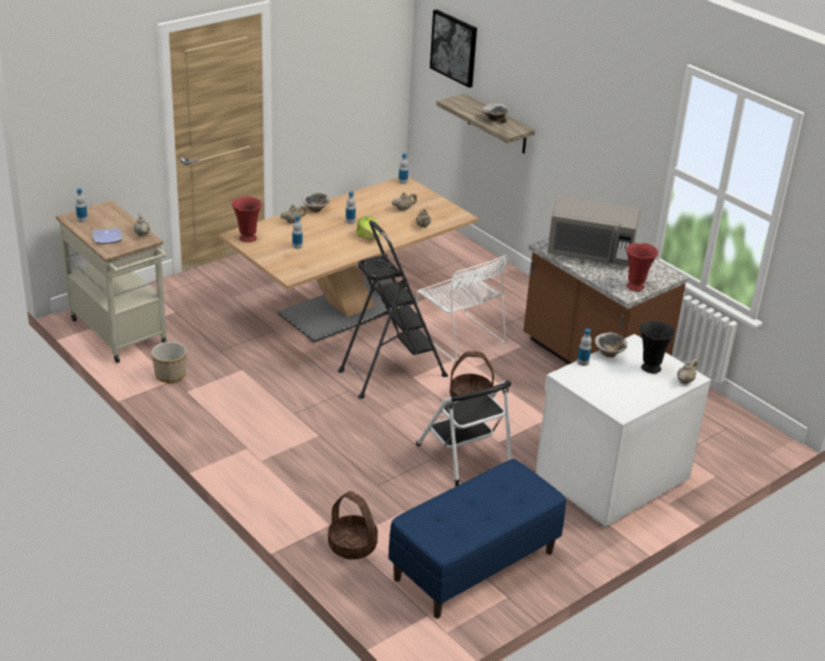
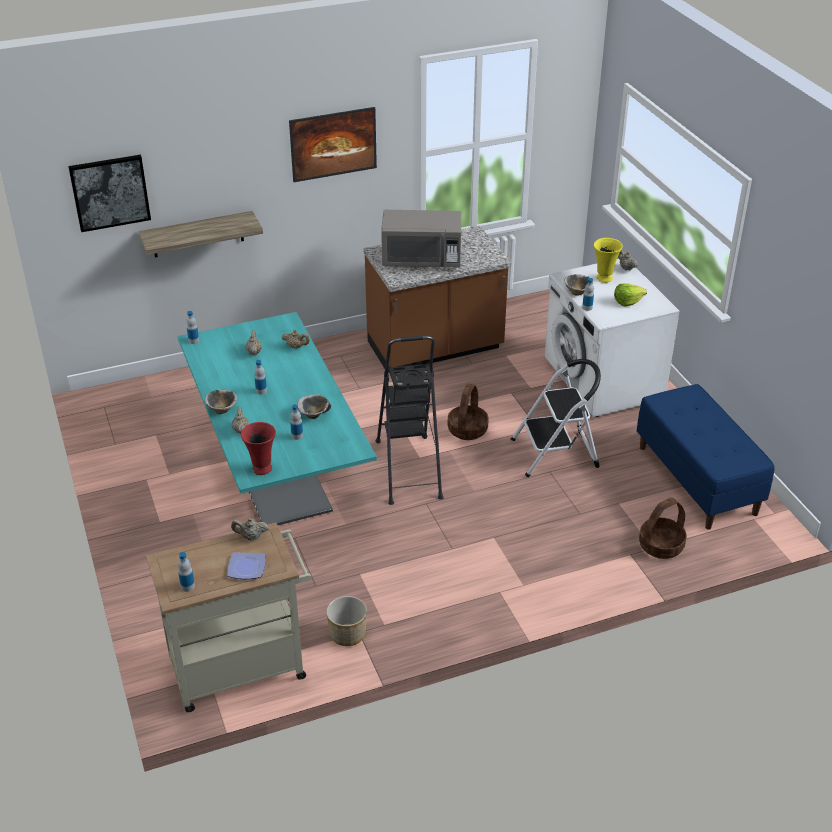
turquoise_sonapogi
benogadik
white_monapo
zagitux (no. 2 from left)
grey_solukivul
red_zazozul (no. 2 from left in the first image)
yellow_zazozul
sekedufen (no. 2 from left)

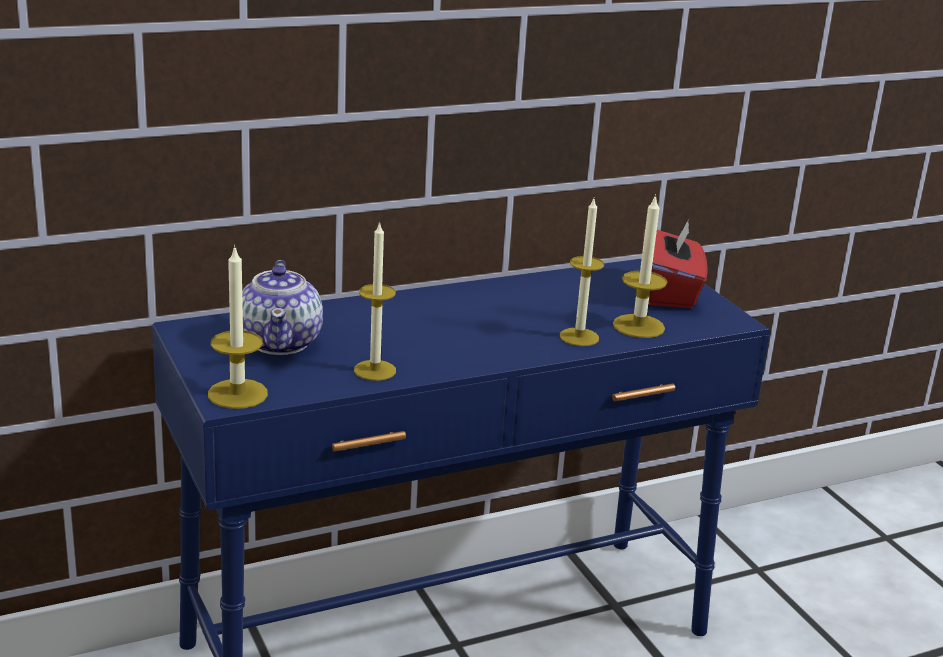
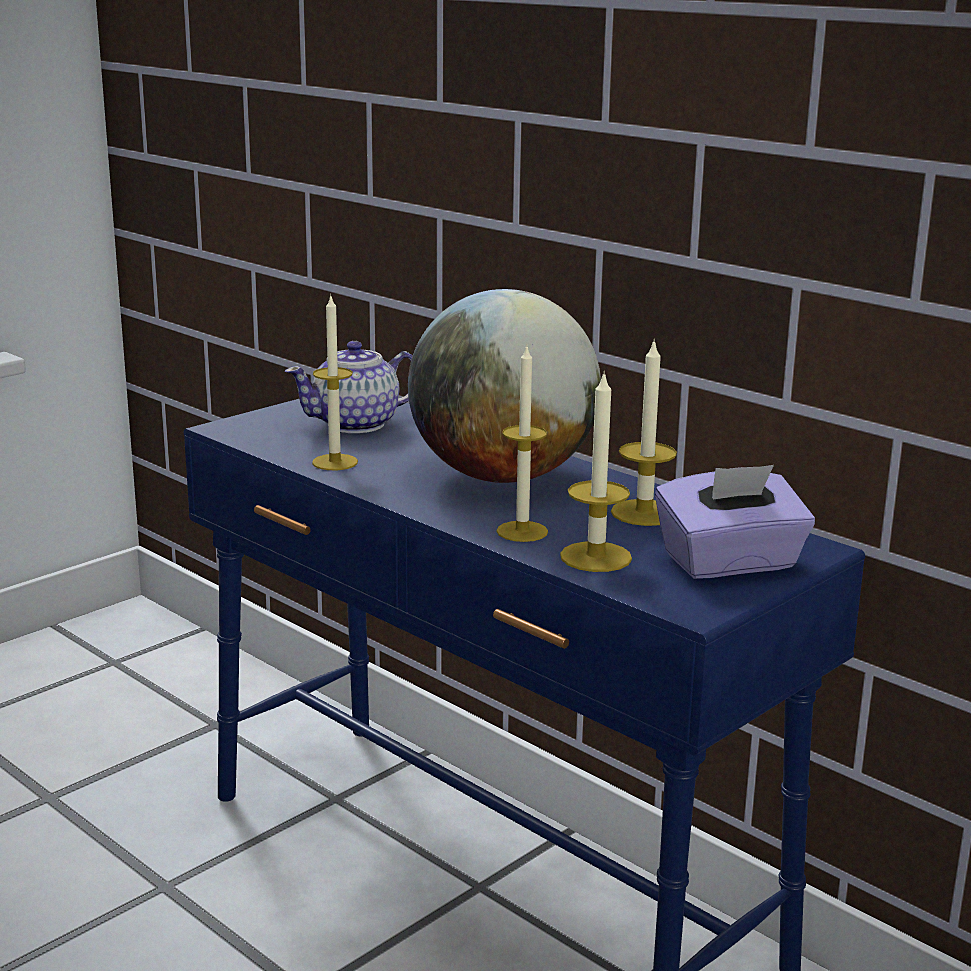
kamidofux (no. 4 from left)
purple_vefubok
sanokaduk

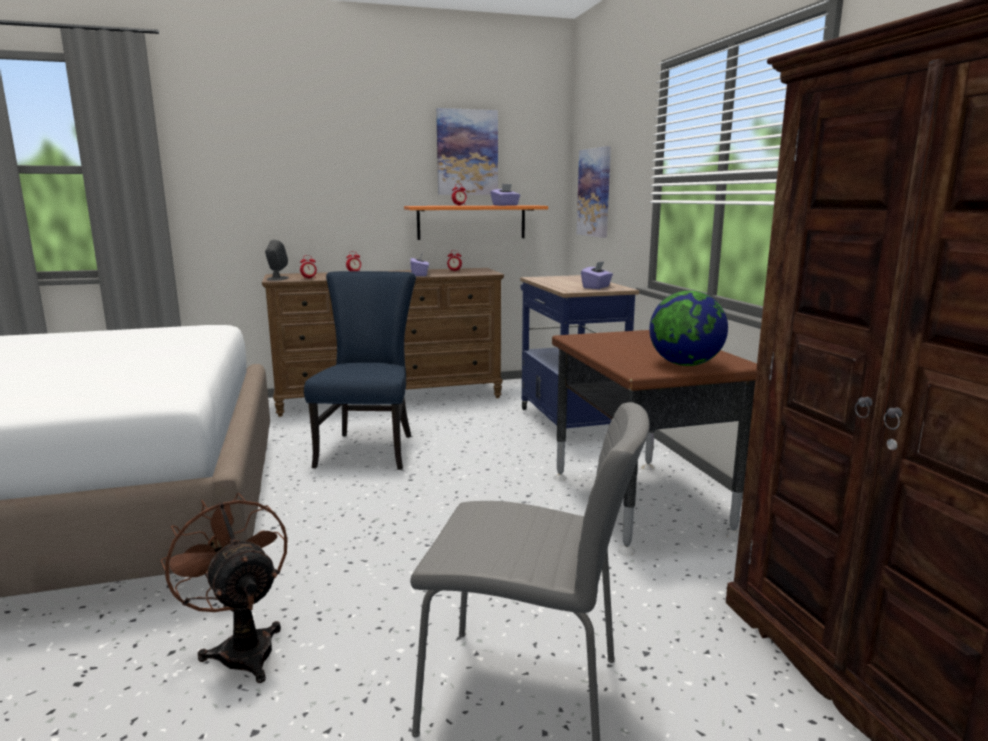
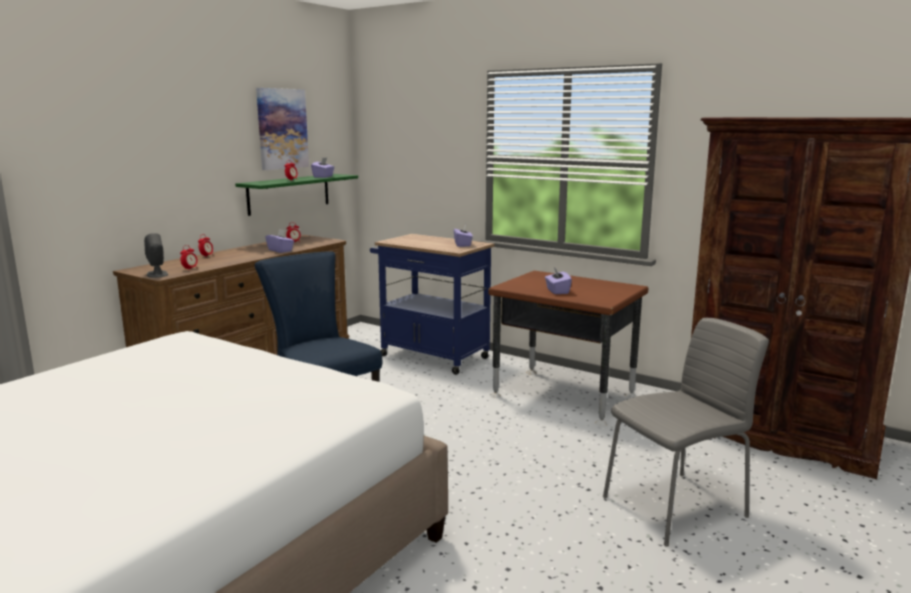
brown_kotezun
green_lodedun
sekedufen (no. 2 from left in the first image)
sanokaduk
purple_vefubok (no. 4 from left)

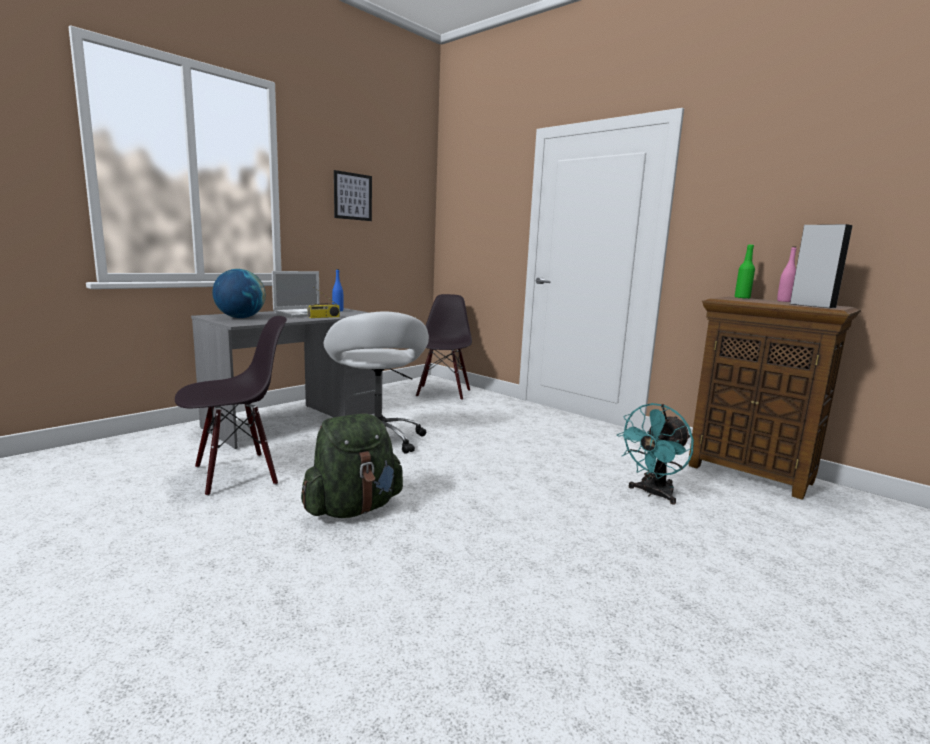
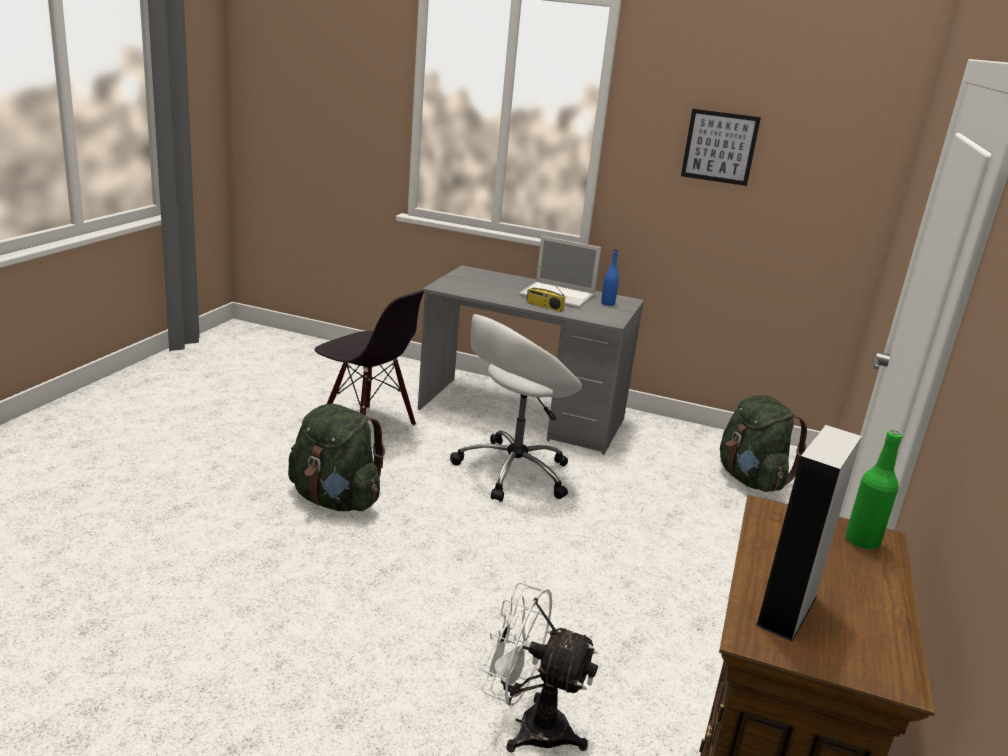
sanokaduk
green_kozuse (no. 2 from left)
white_kotezun
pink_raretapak

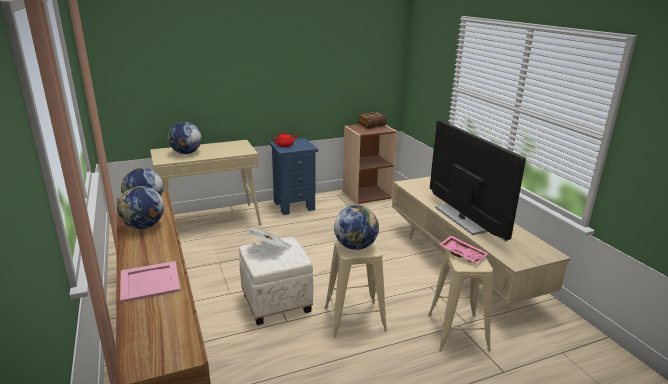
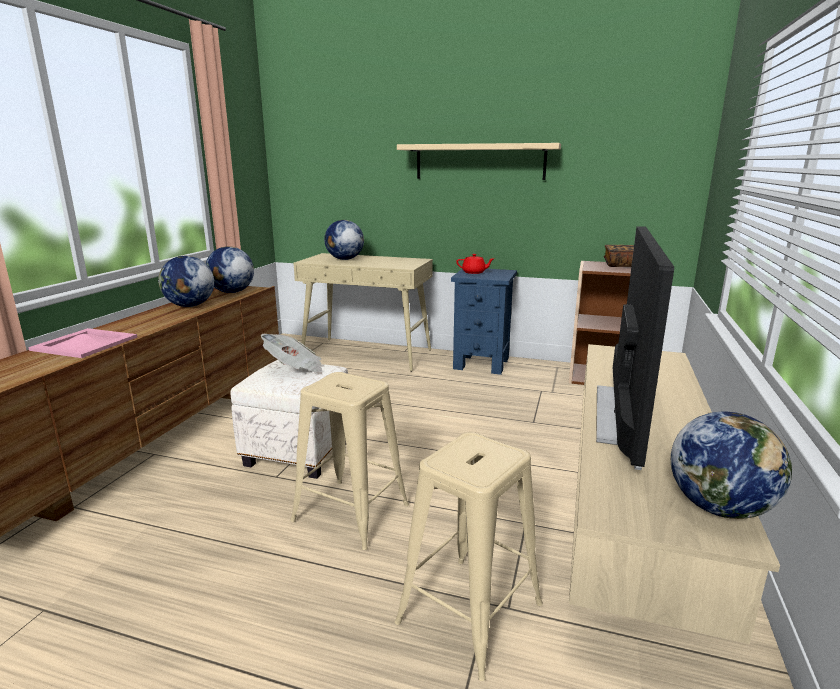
sanokaduk (no. 4 from left)
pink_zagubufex (no. 2 from left in the first image)
beige_lodedun

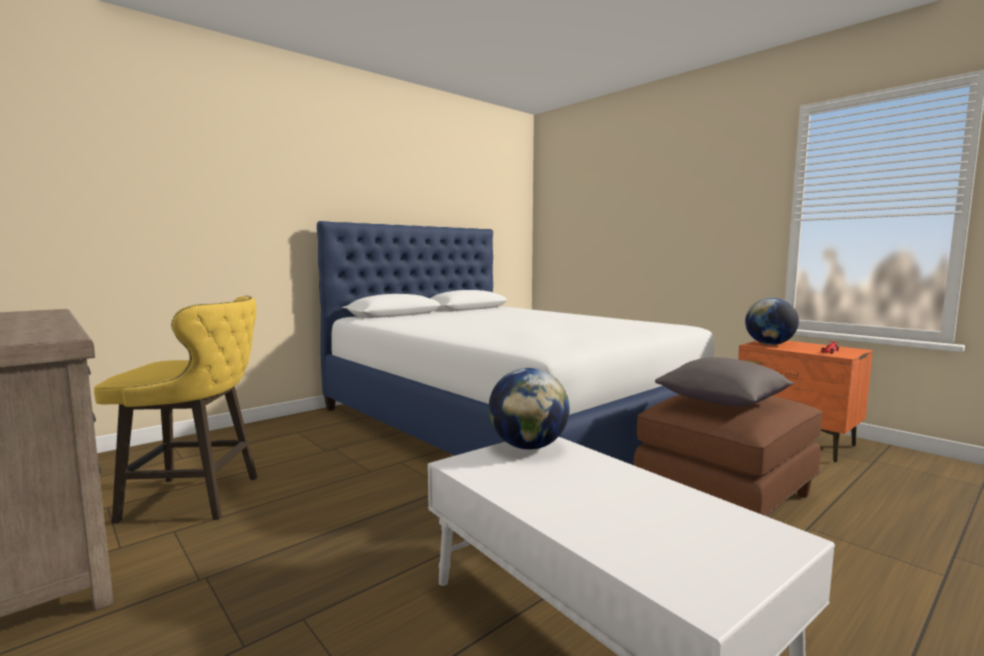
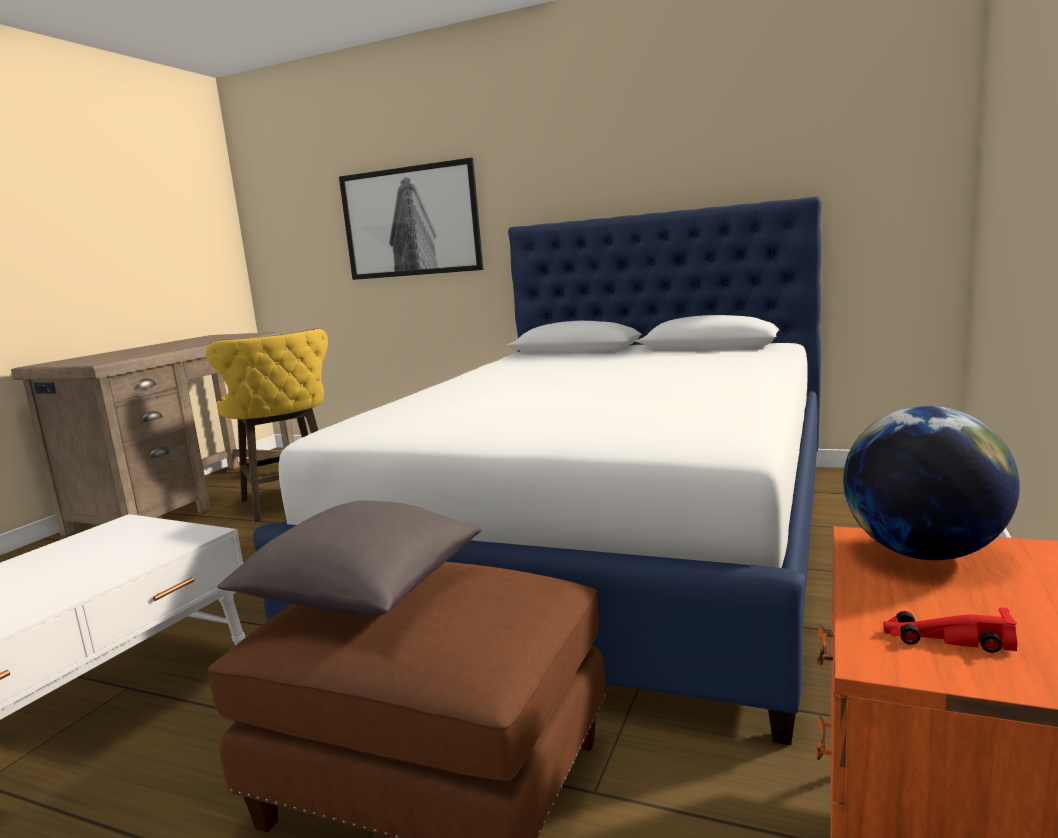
sanokaduk (no. 1 from left in the first image)
sekedufen

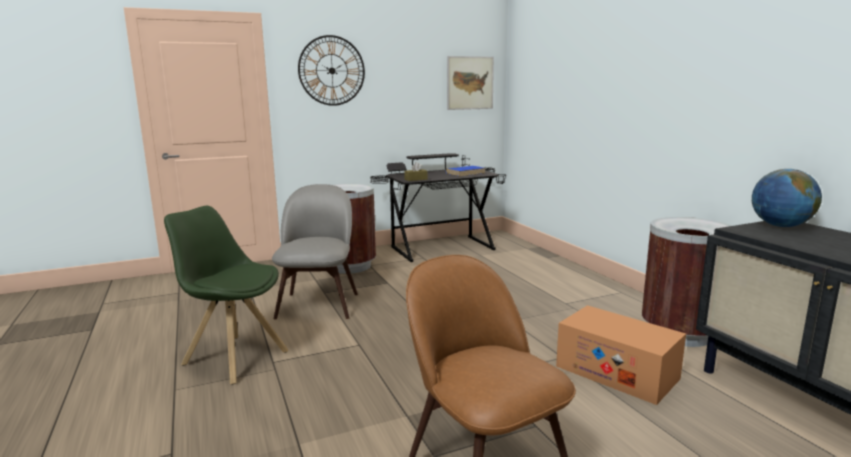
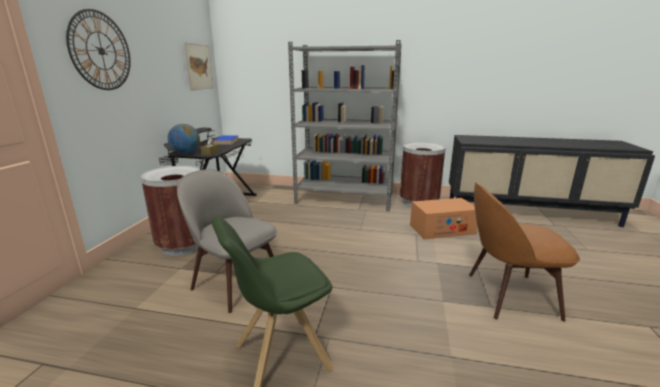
sanokaduk
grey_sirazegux

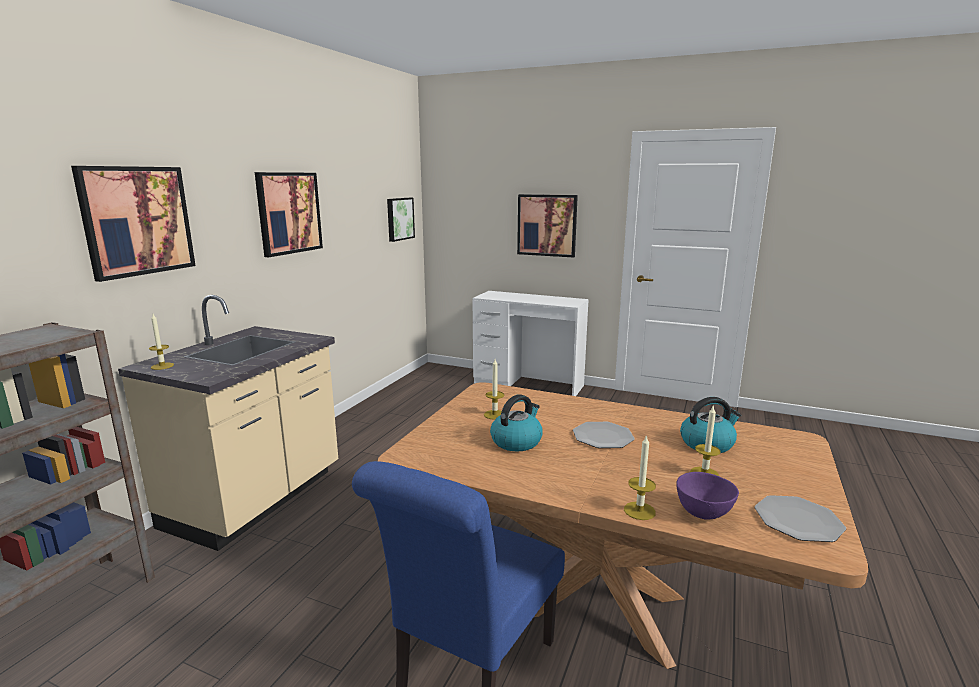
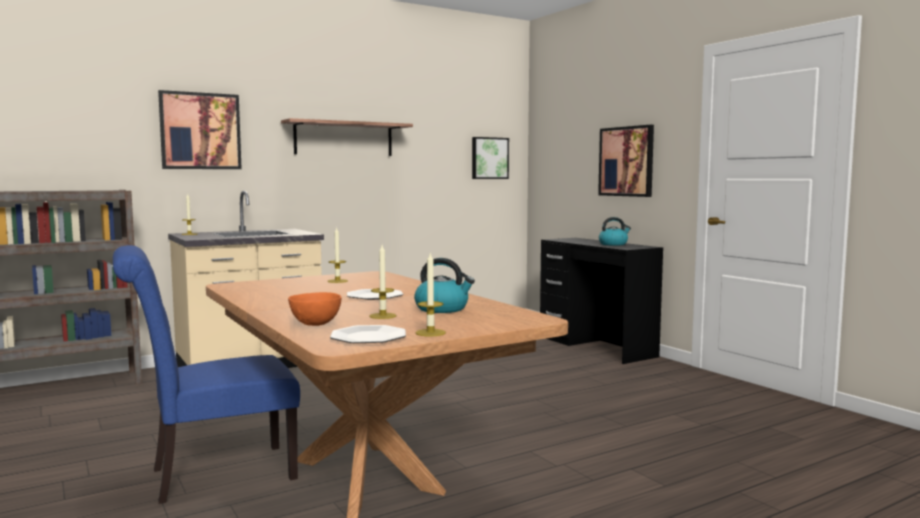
lodedun
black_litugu
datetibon (no. 2 from left)
kamidofux (no. 4 from left)
orange_zagitux

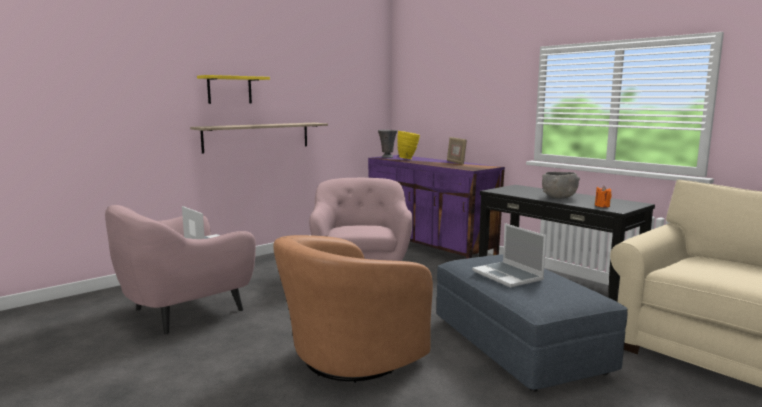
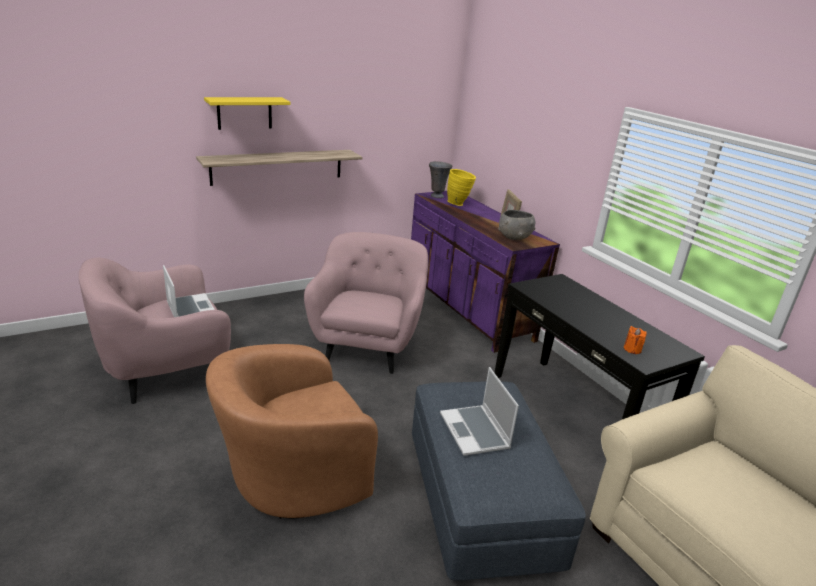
grey_zagitux

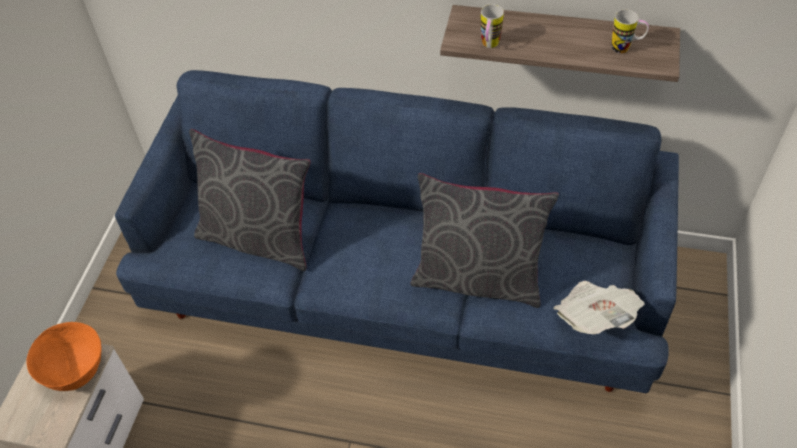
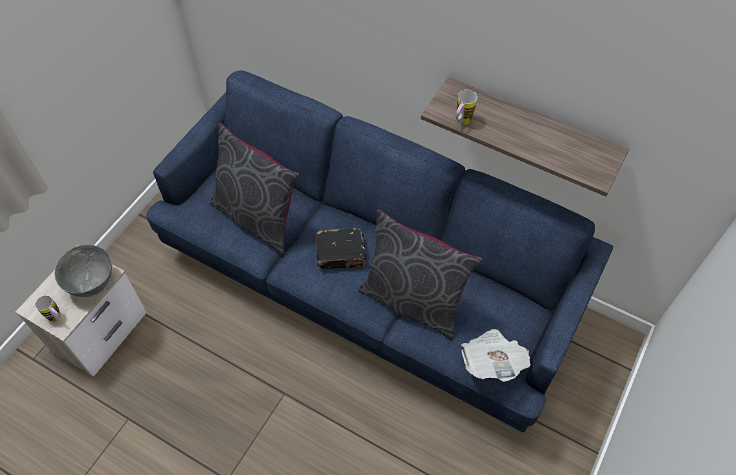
grey_zagitux
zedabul (no. 1 from left)
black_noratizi

